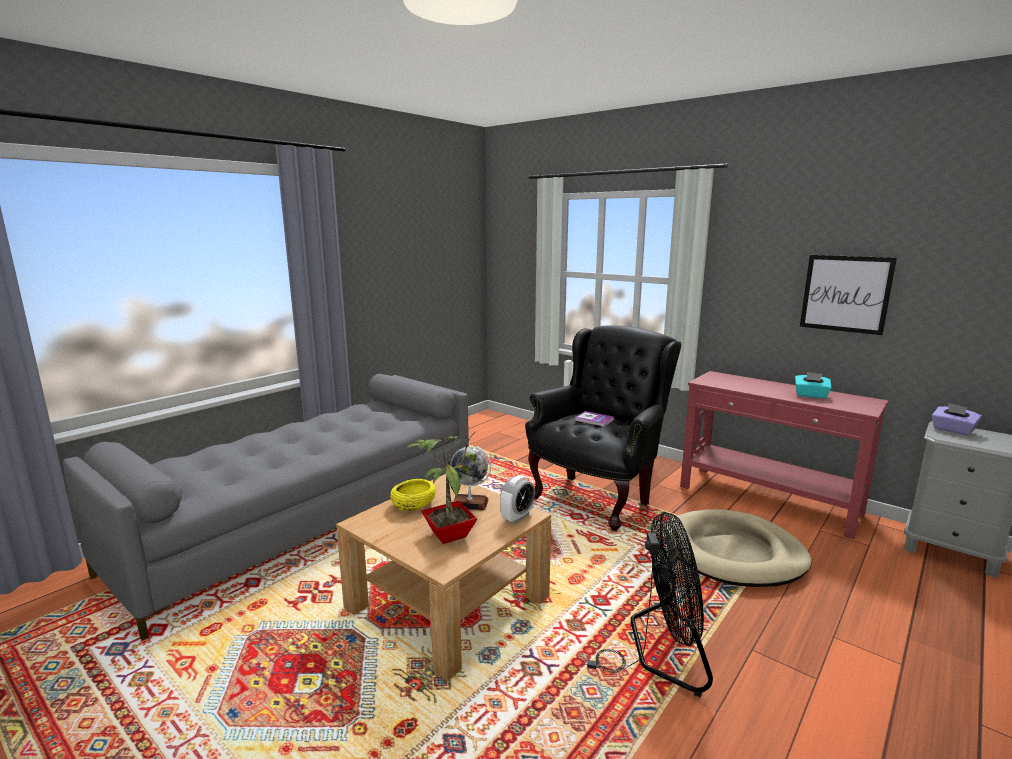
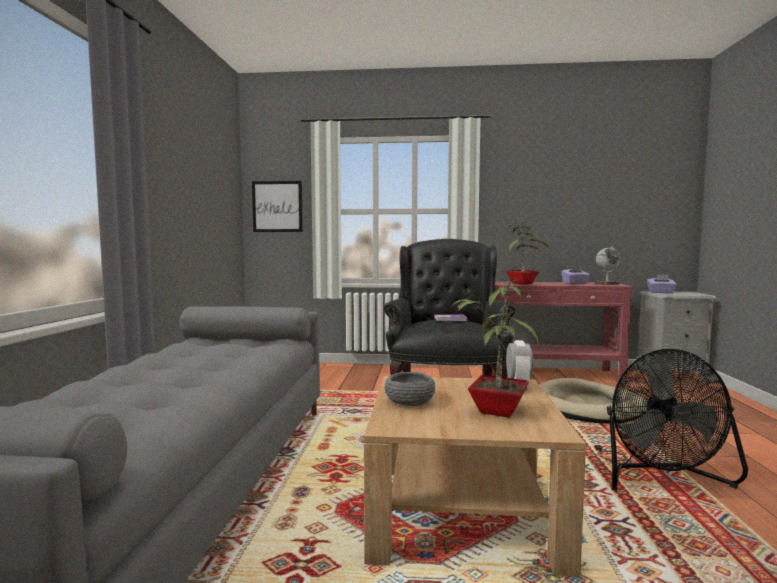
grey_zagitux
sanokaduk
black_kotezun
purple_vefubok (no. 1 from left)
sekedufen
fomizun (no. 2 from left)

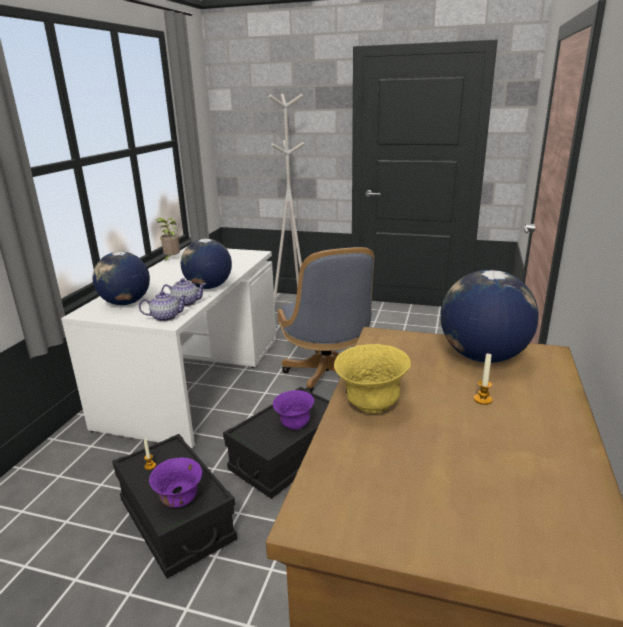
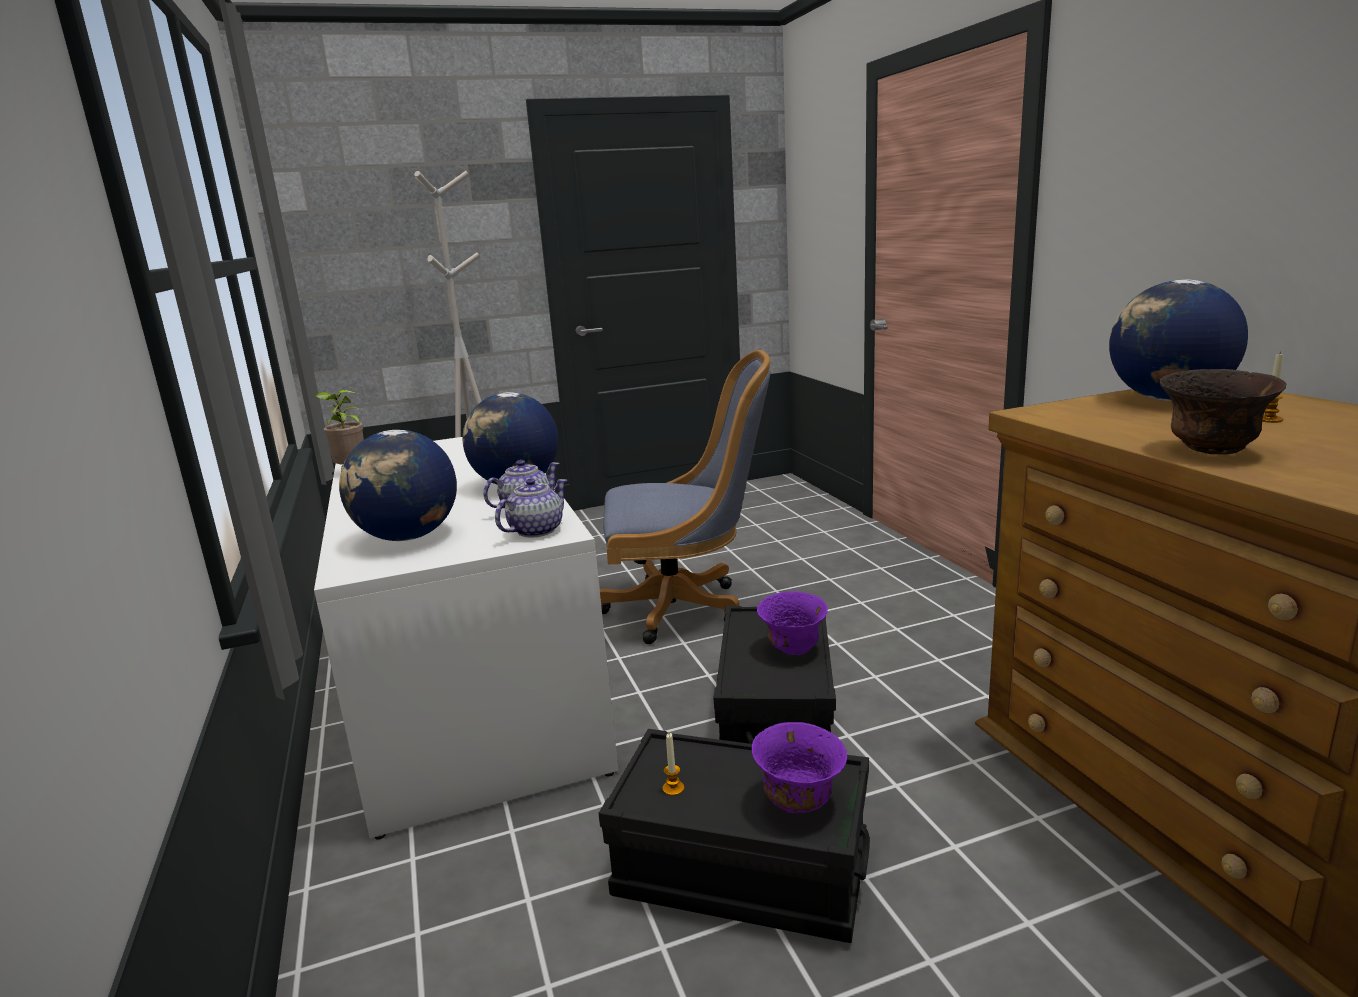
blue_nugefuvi
brown_zagitux

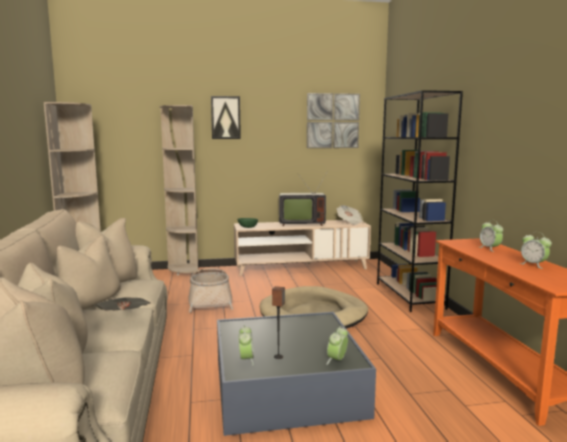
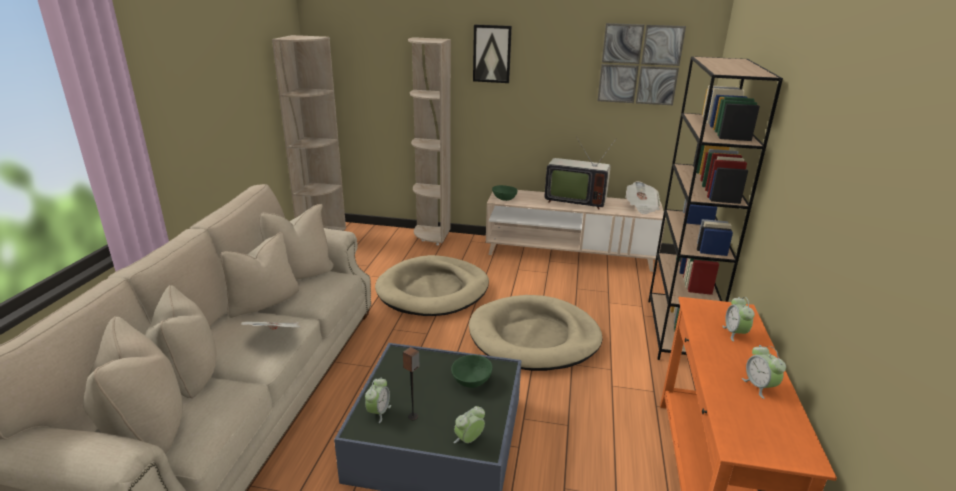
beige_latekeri (no. 1 from left)
green_zagitux (no. 1 from left)

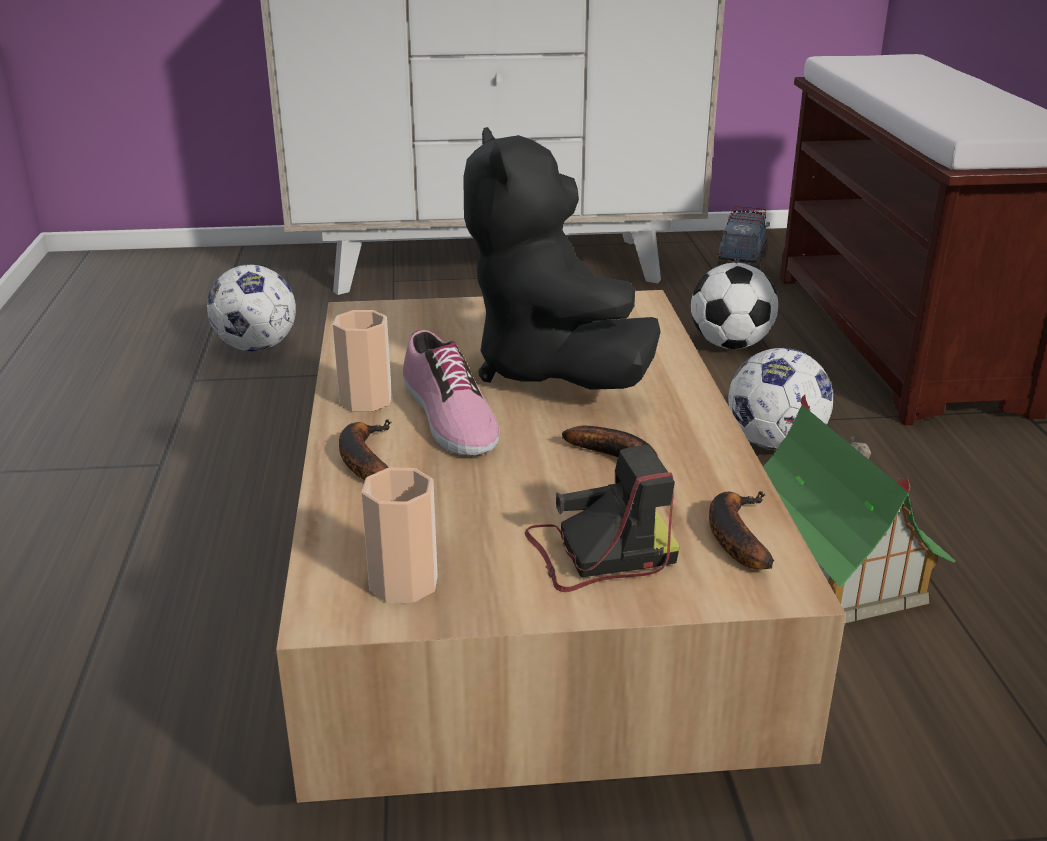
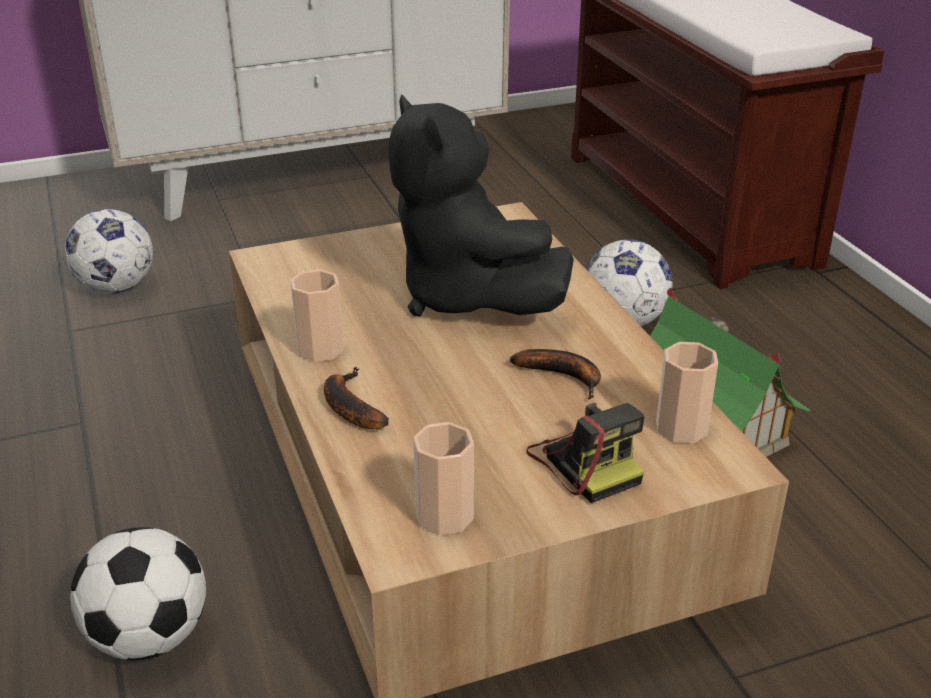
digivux
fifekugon
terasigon (no. 2 from left)
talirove (no. 3 from left)
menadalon

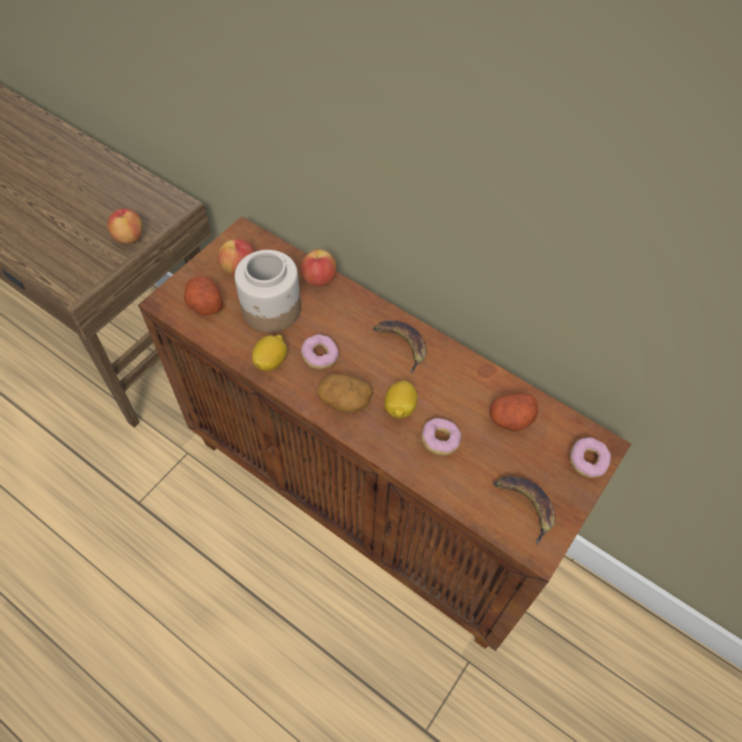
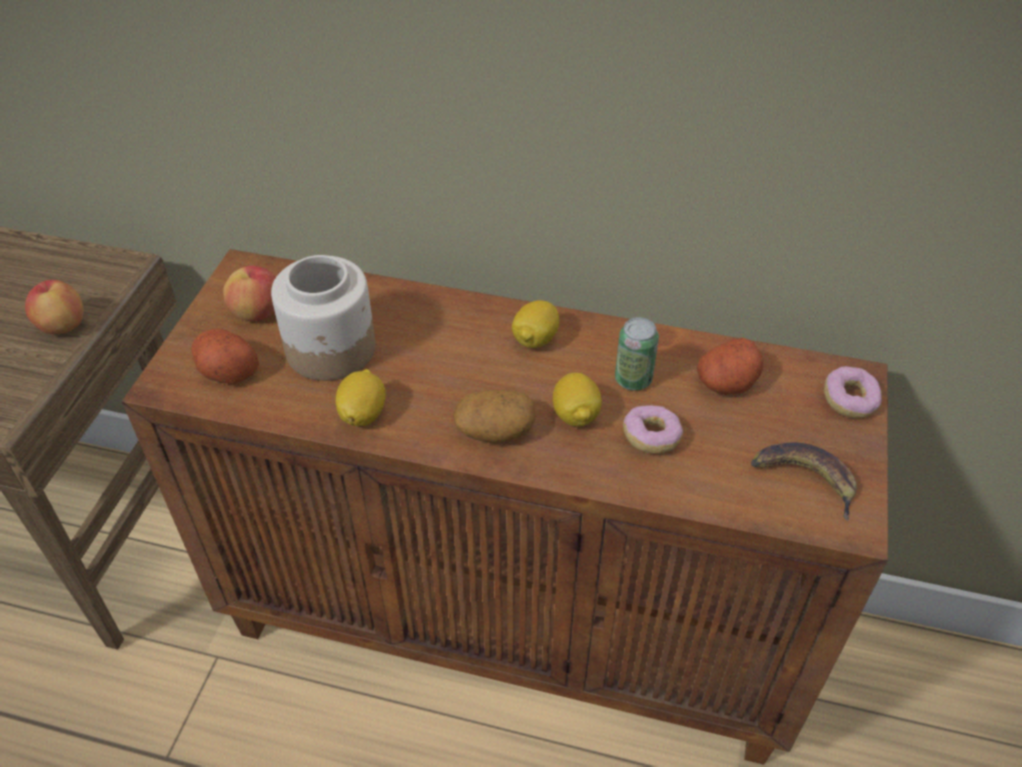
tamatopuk (no. 3 from left in the first image)
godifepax (no. 1 from left in the first image)
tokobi (no. 2 from left)
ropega

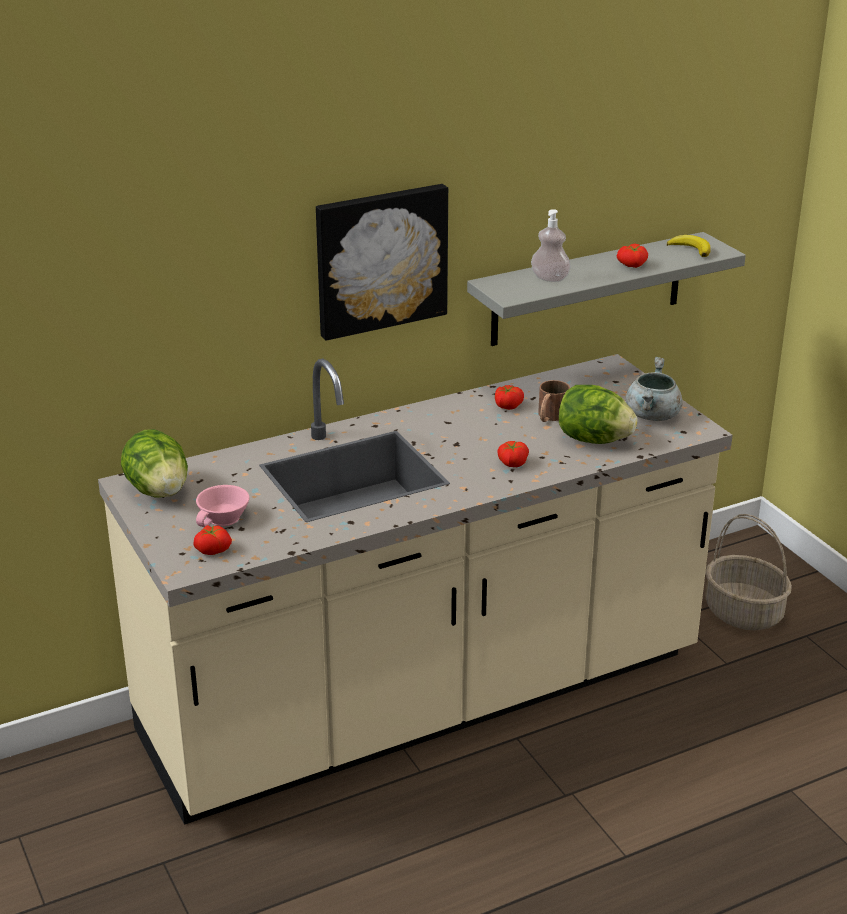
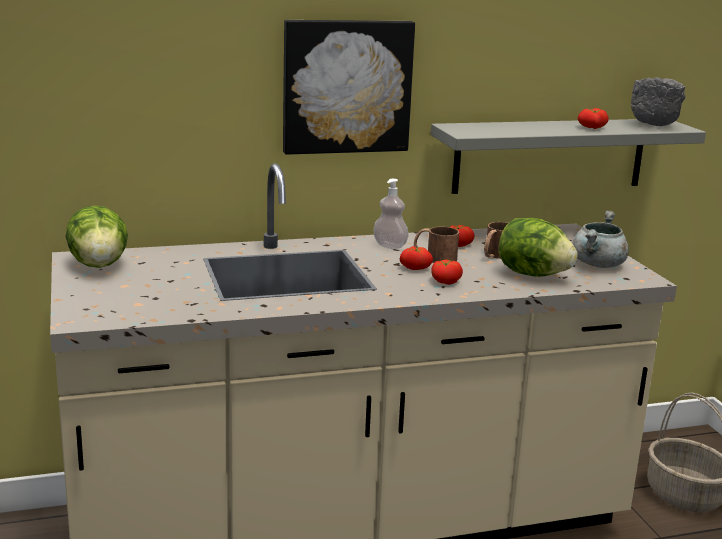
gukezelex (no. 1 from left)
pink_talirove
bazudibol
grey_zagitux
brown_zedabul (no. 1 from left)

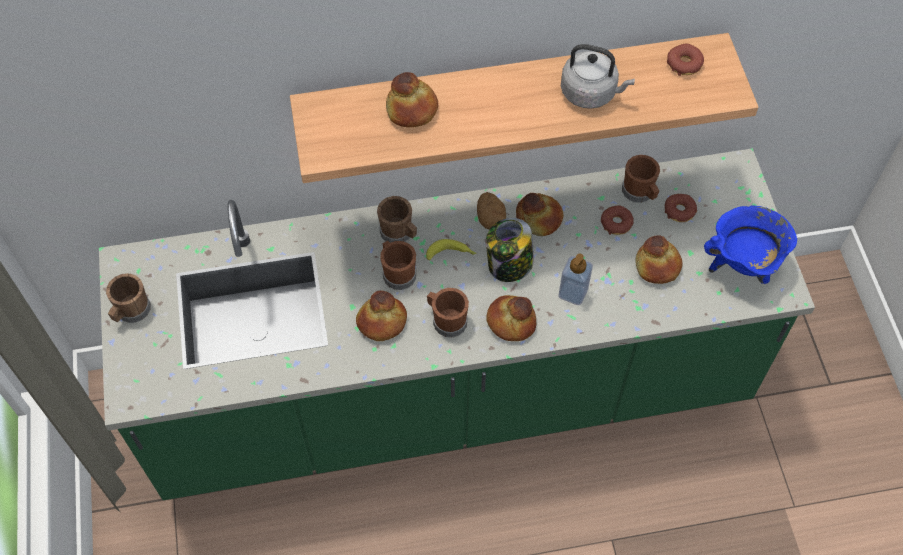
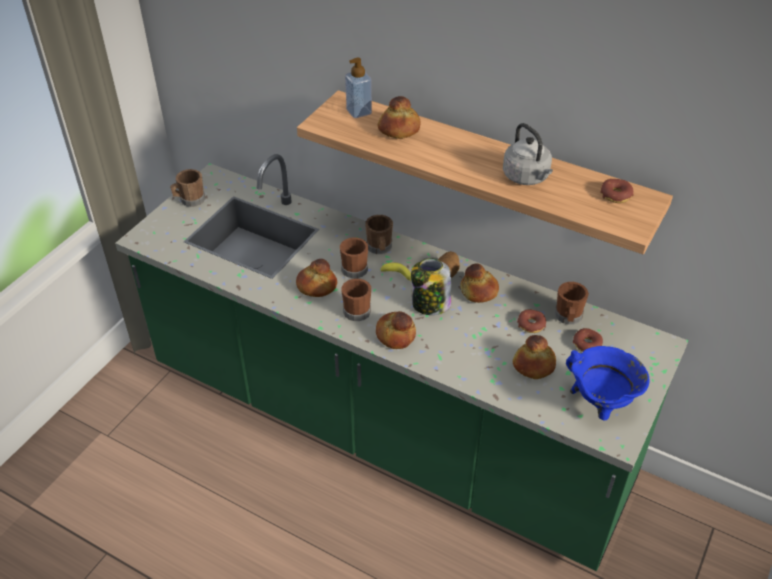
bazudibol

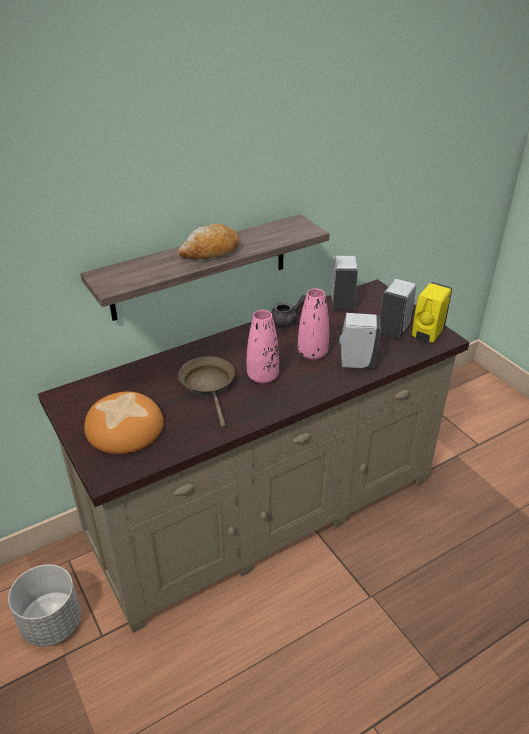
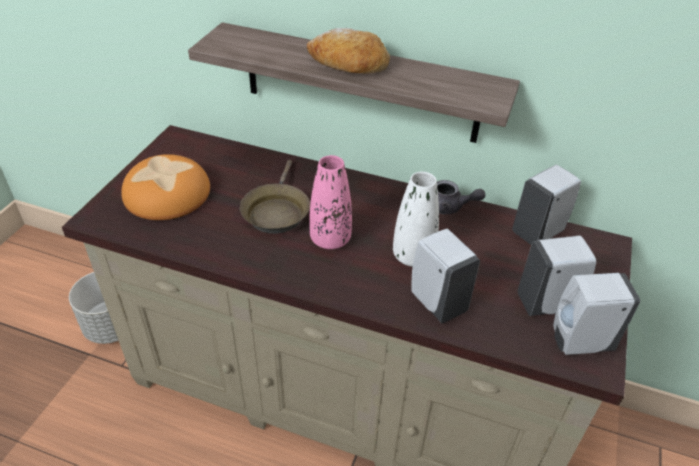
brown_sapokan
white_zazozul
white_bazudibol (no. 4 from left)

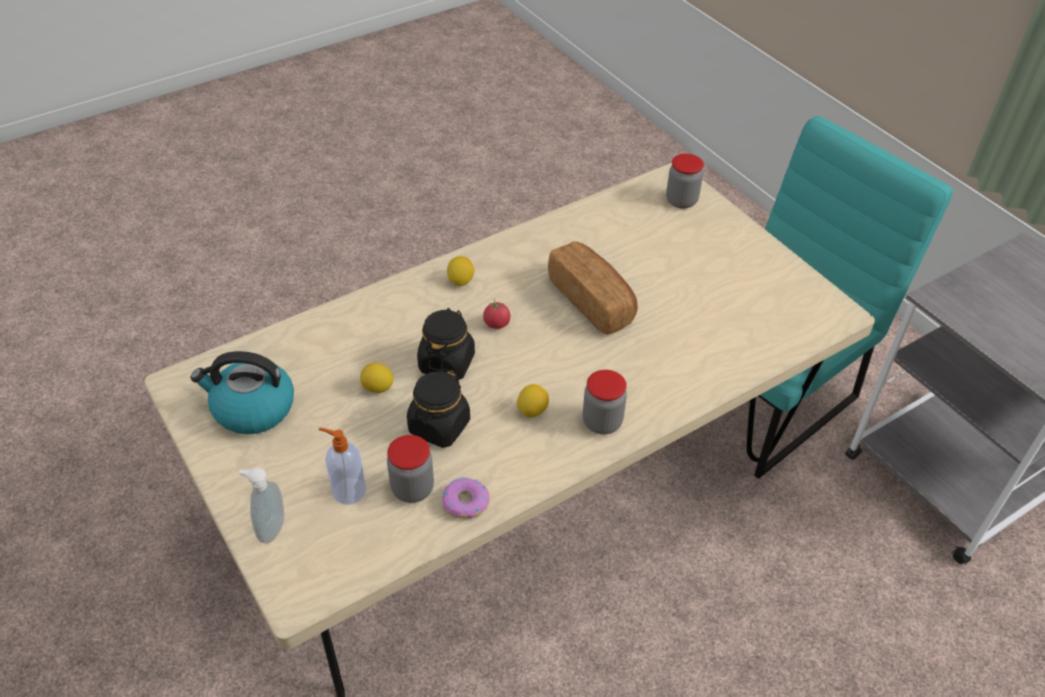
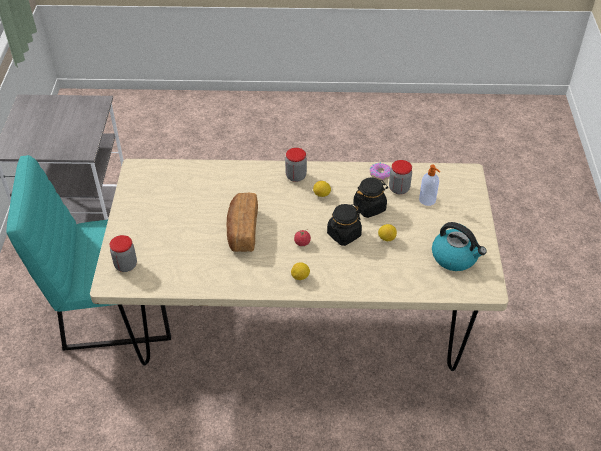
bazudibol (no. 1 from left in the first image)

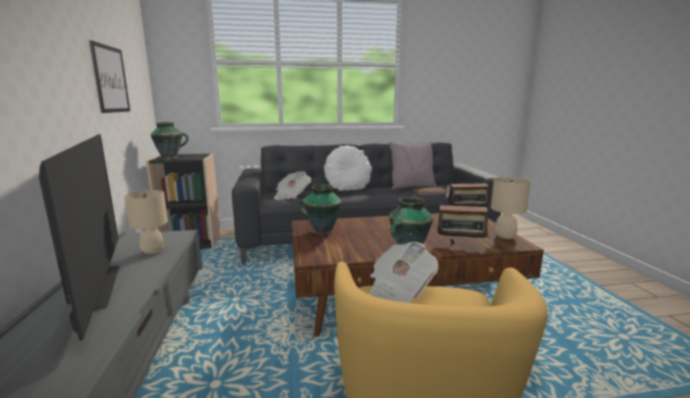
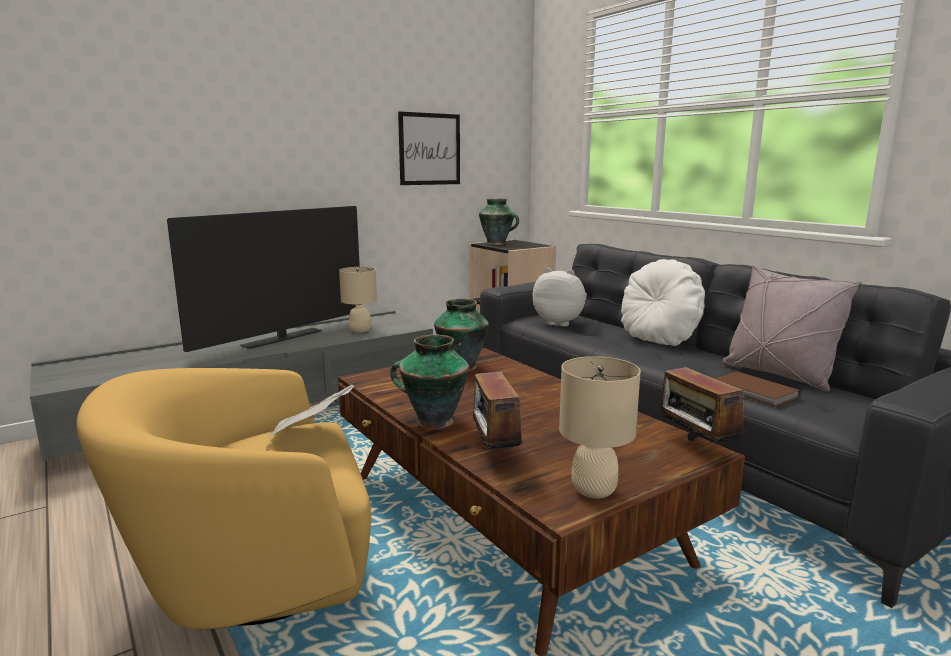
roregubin

